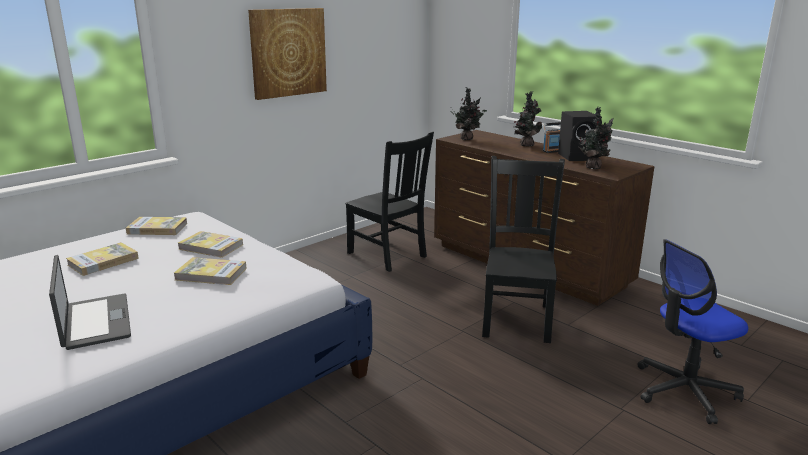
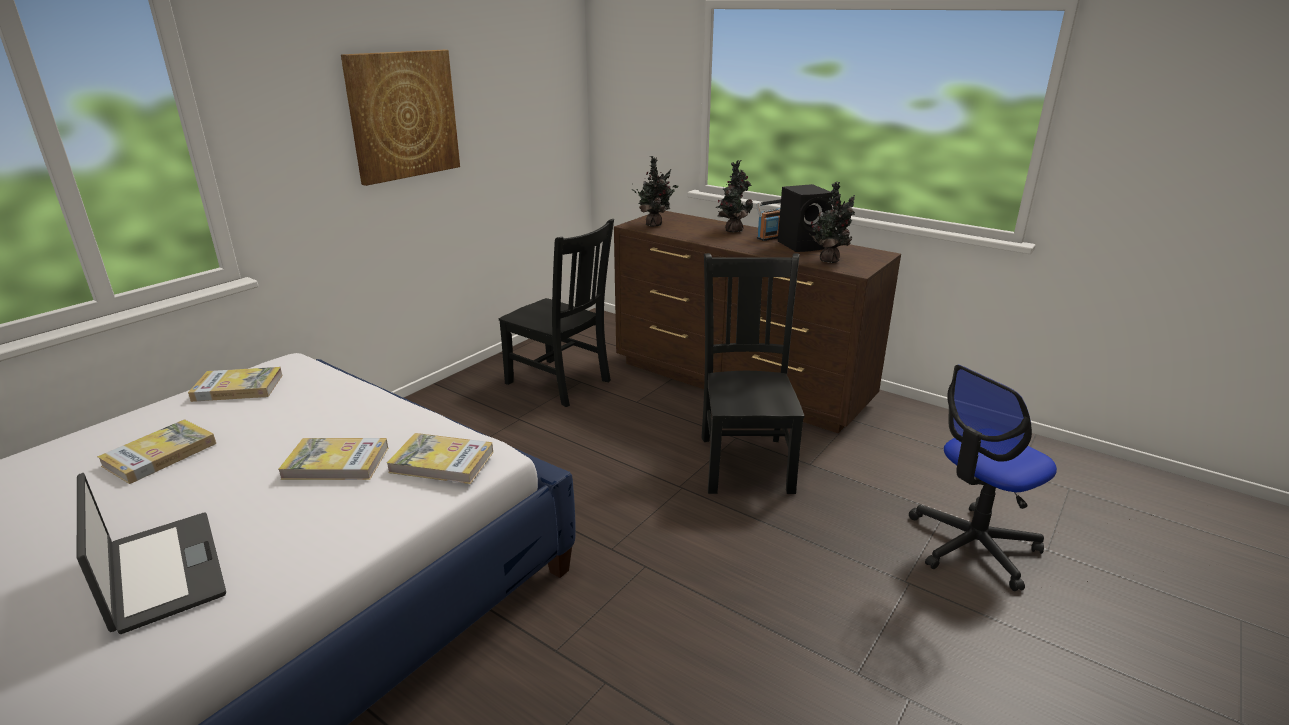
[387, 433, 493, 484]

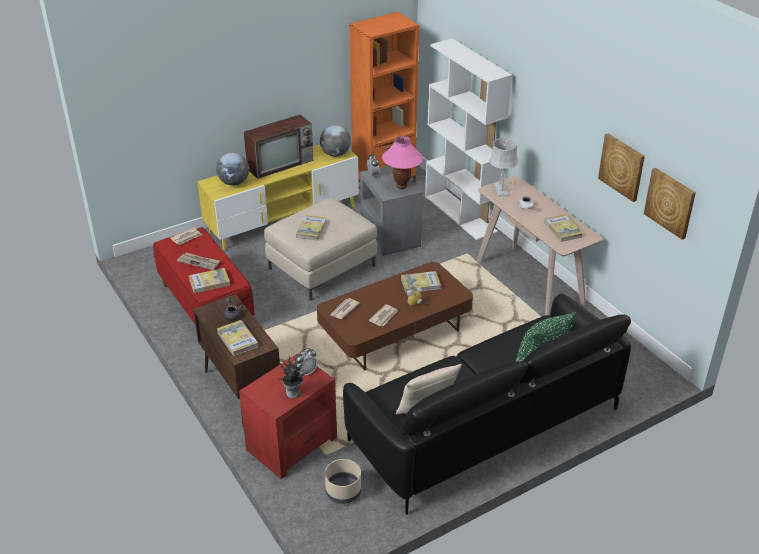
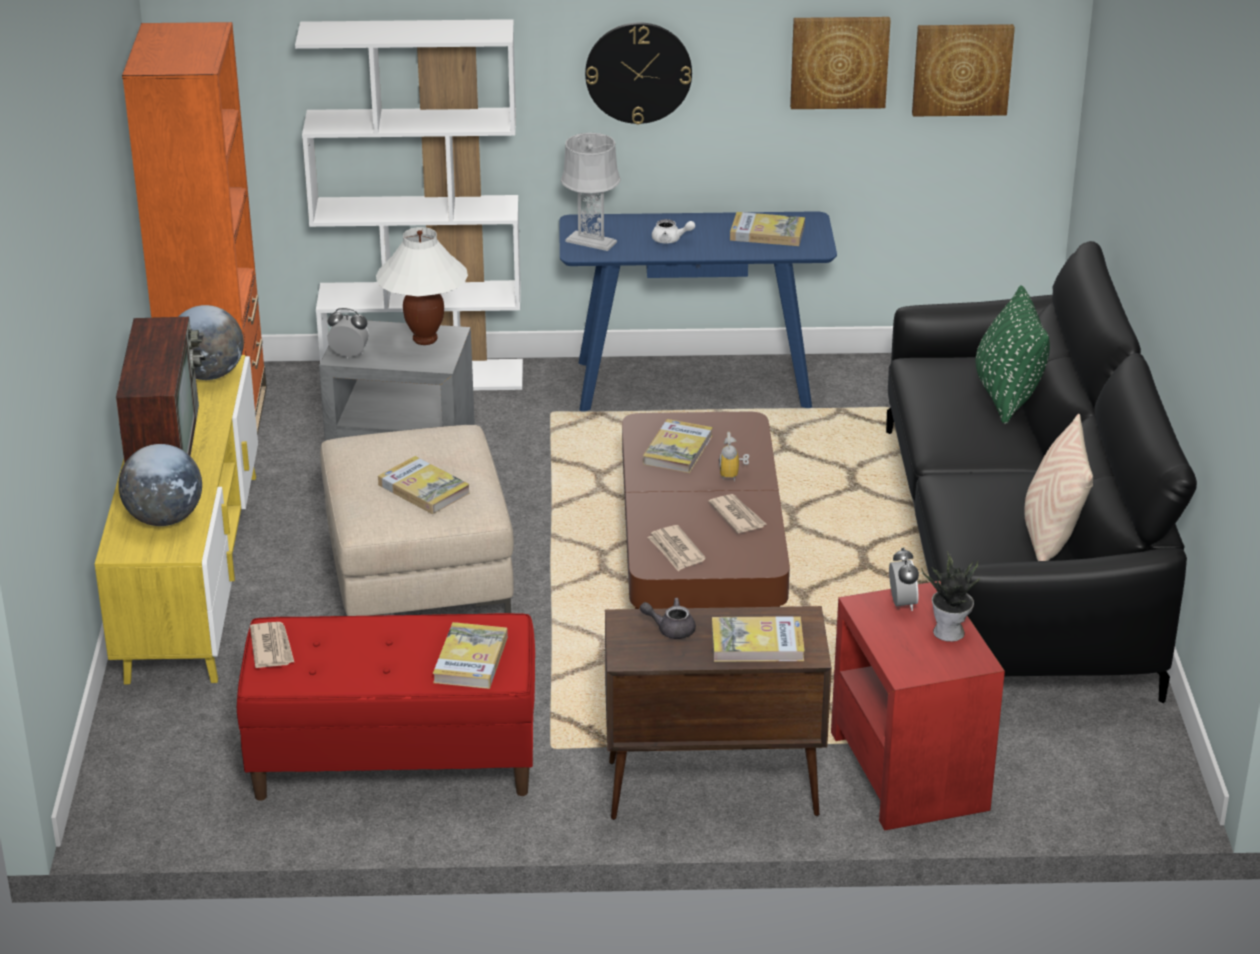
[177, 253, 220, 270] (first image)
[325, 459, 361, 504] (first image)
[376, 227, 468, 345]
[559, 211, 837, 411]
[585, 22, 692, 124]

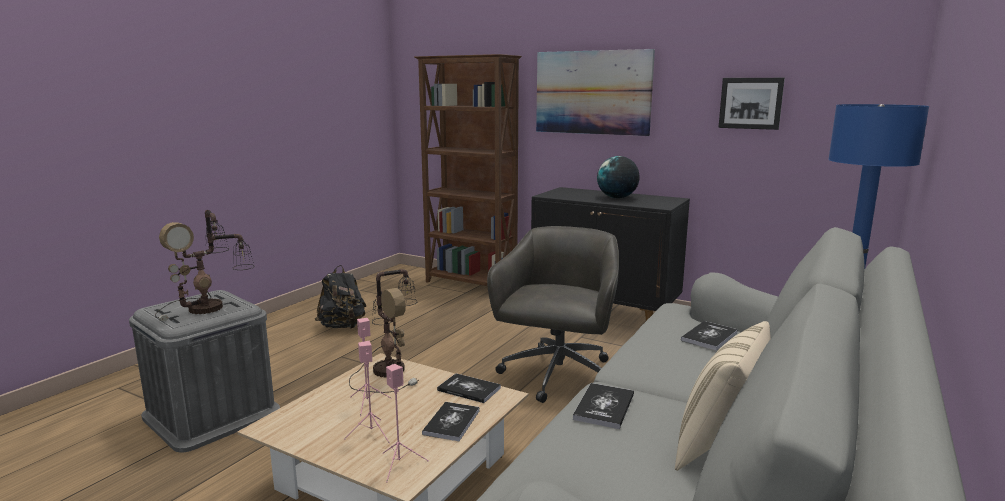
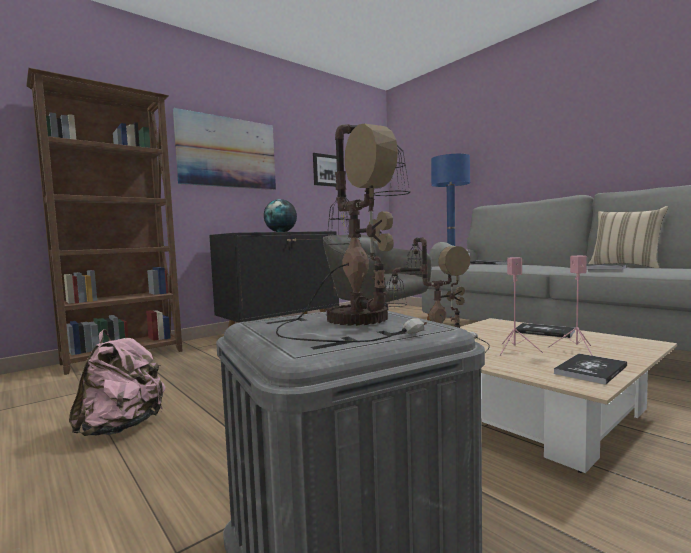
[69, 329, 165, 436]
[383, 364, 429, 483] (first image)
[554, 353, 627, 385]

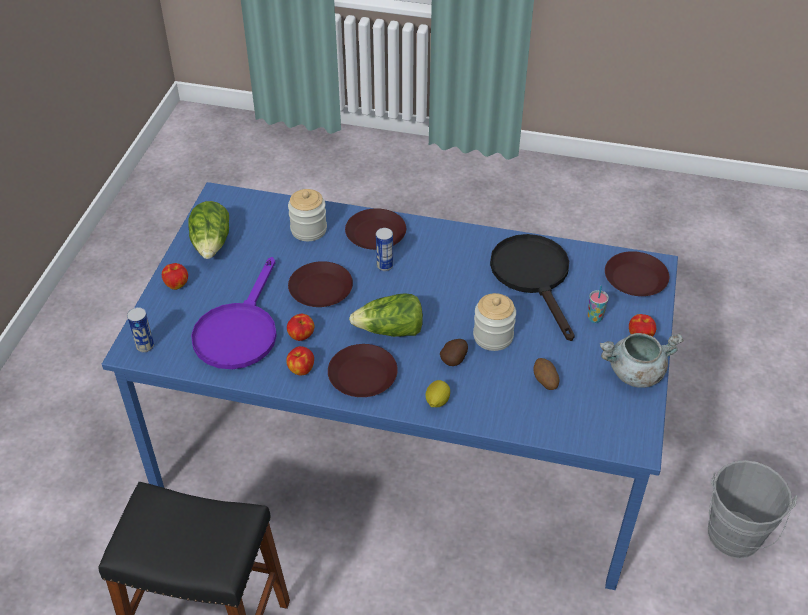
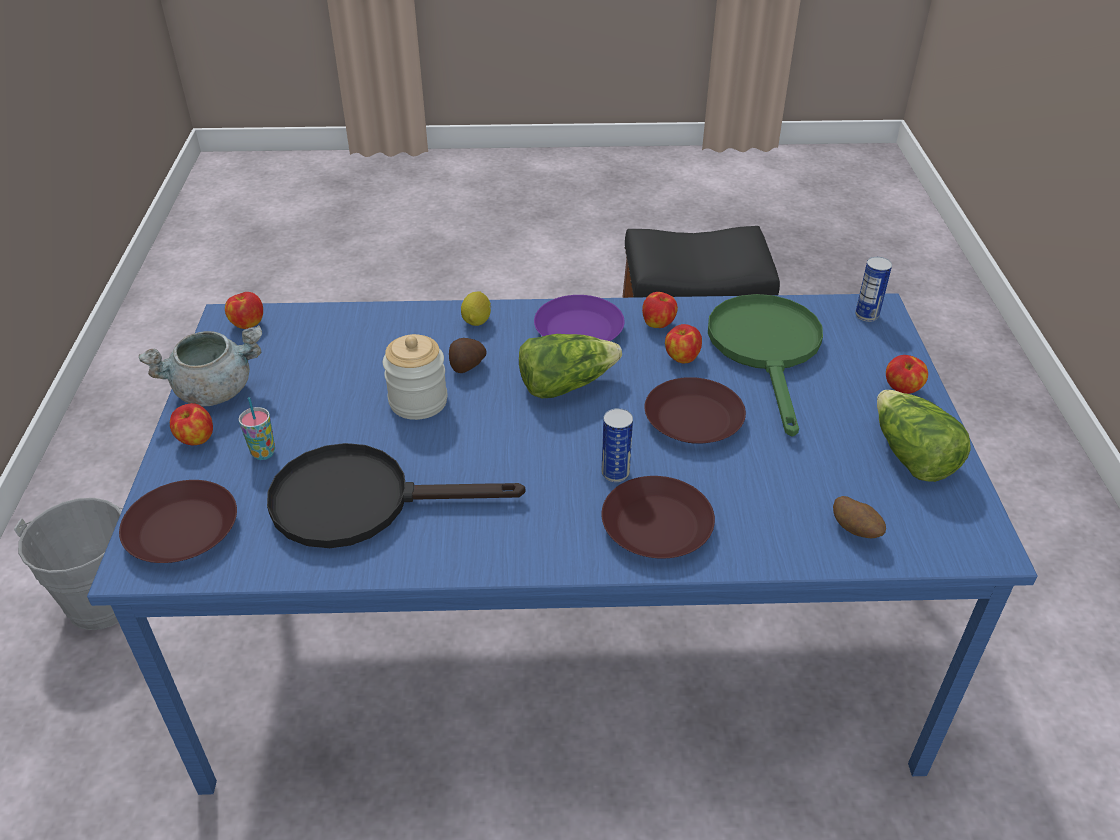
[708, 294, 823, 437]
[288, 189, 327, 241] (first image)
[534, 295, 625, 341]
[267, 443, 525, 548]
[833, 496, 886, 538]
[225, 292, 263, 329]

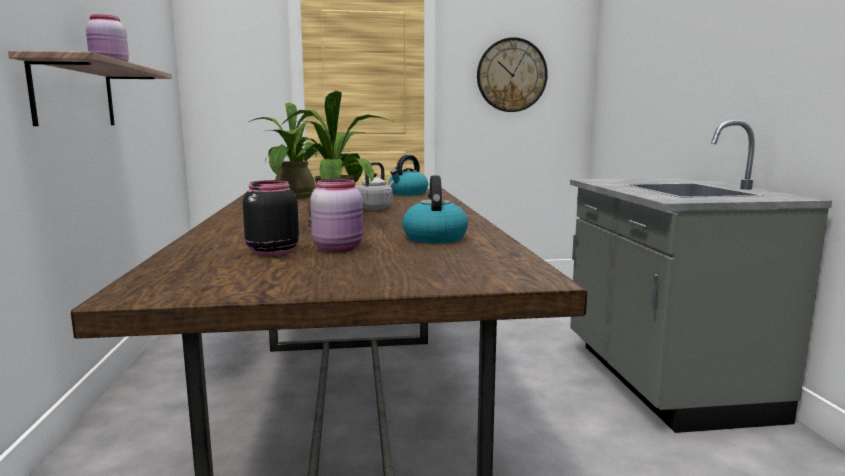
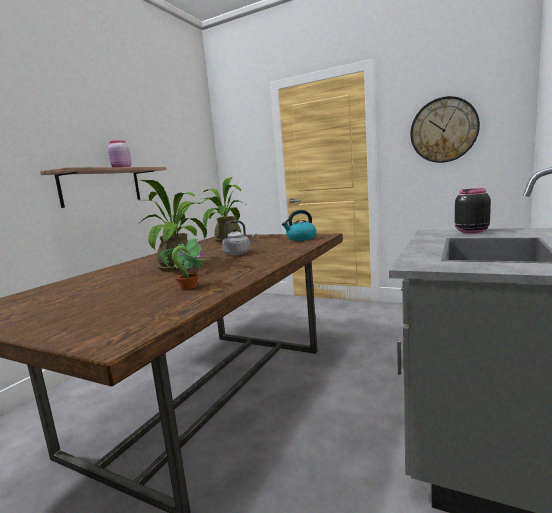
[455, 188, 491, 233]
[310, 179, 363, 252] (first image)
[160, 238, 207, 289]

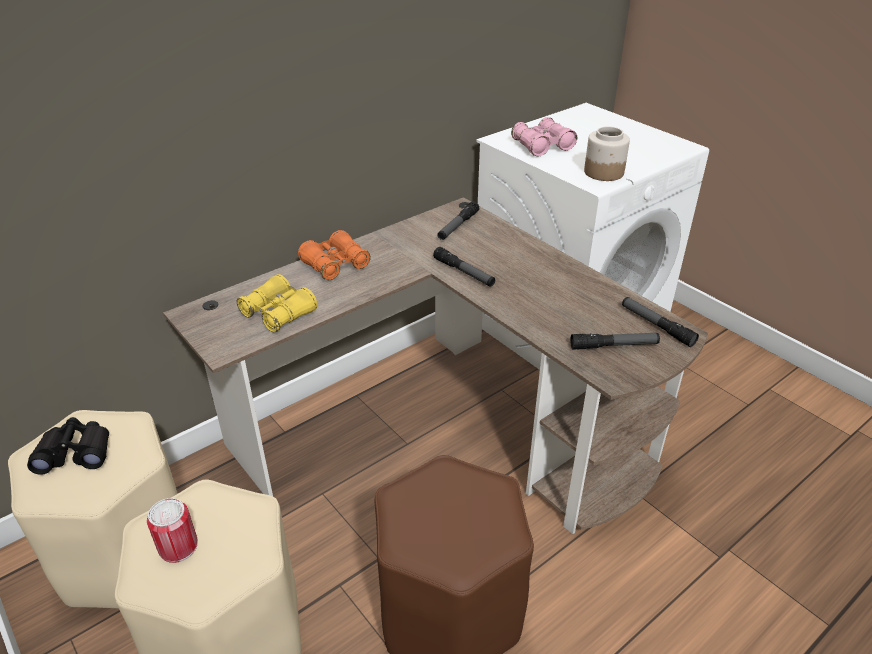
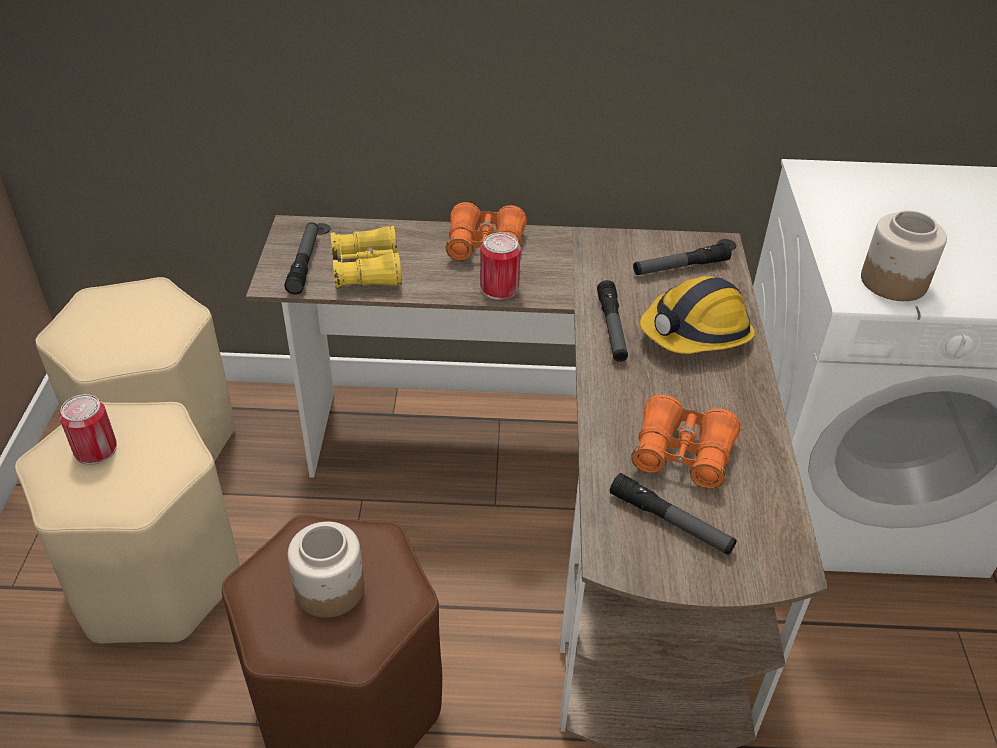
[27, 417, 109, 475] (first image)
[511, 117, 577, 156] (first image)
[284, 222, 319, 294]
[288, 522, 364, 618]
[480, 233, 521, 300]
[631, 395, 741, 489]
[640, 276, 755, 354]

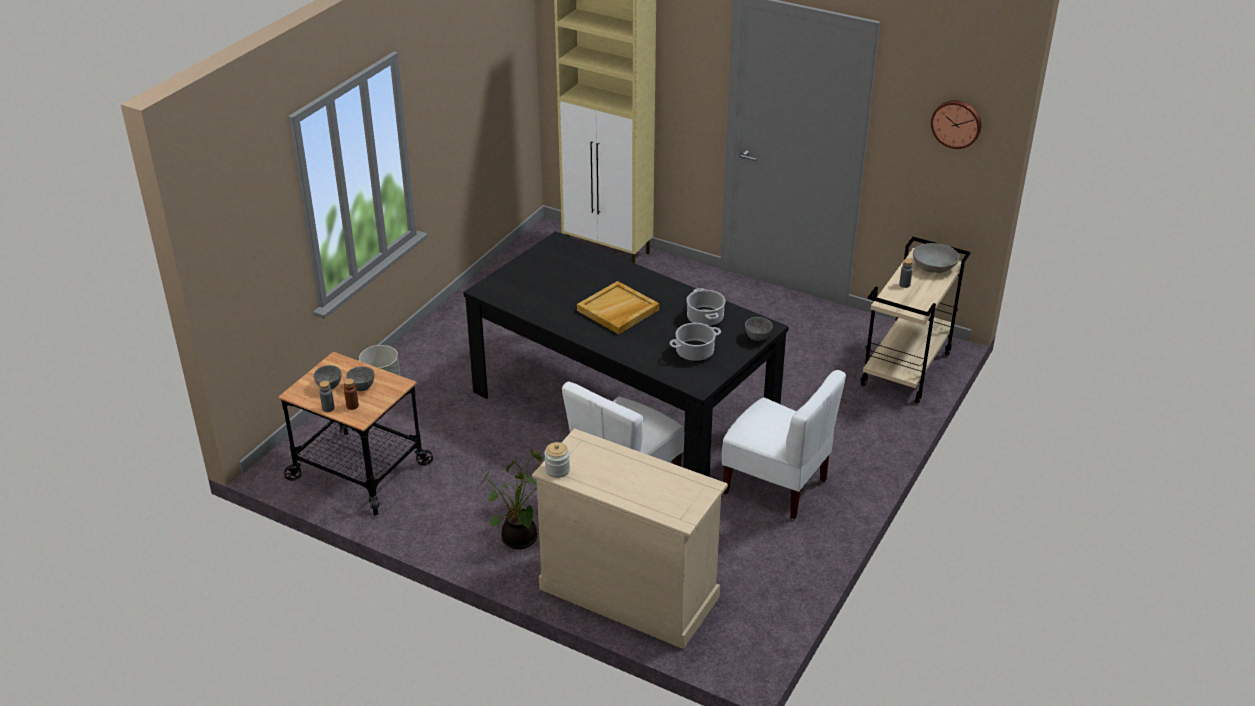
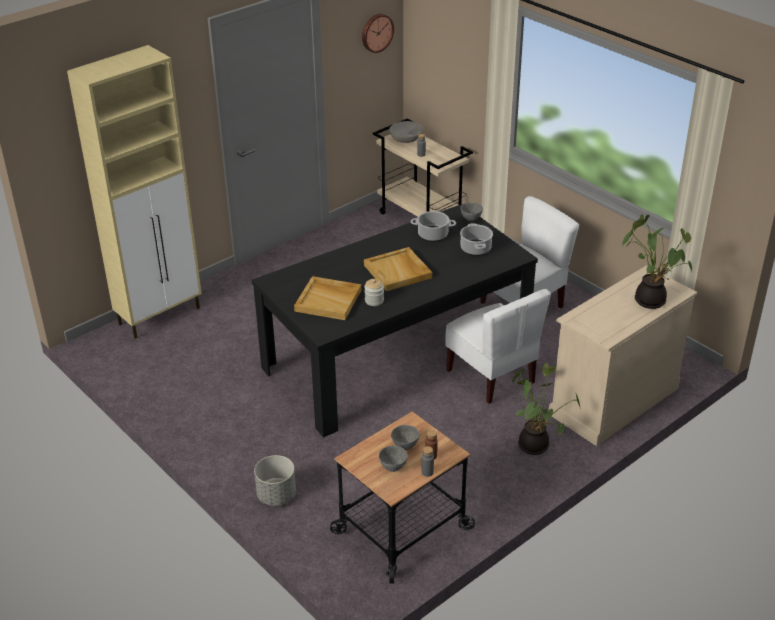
[364, 279, 384, 306]
[294, 276, 361, 320]
[622, 214, 692, 309]

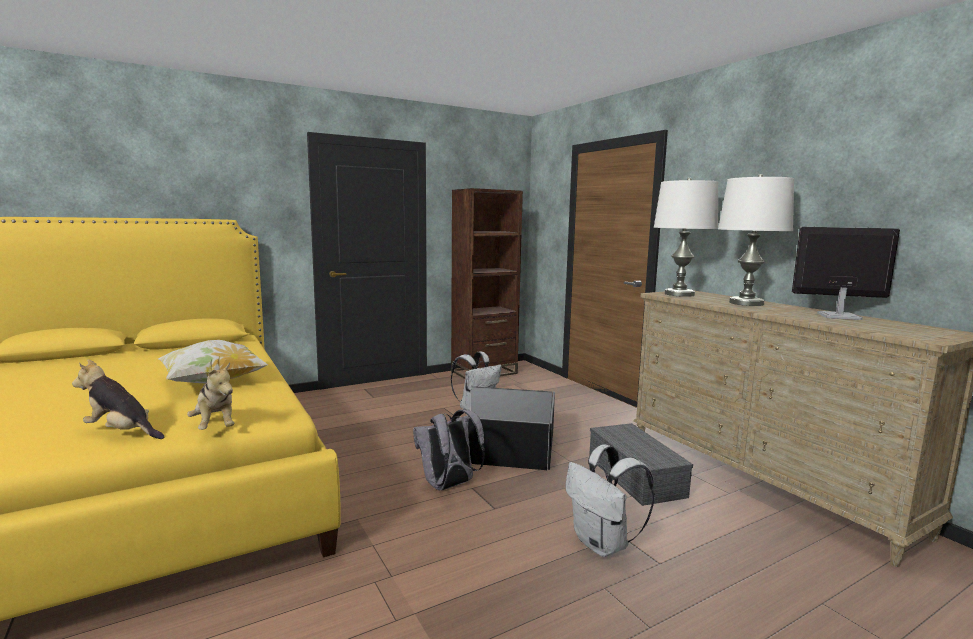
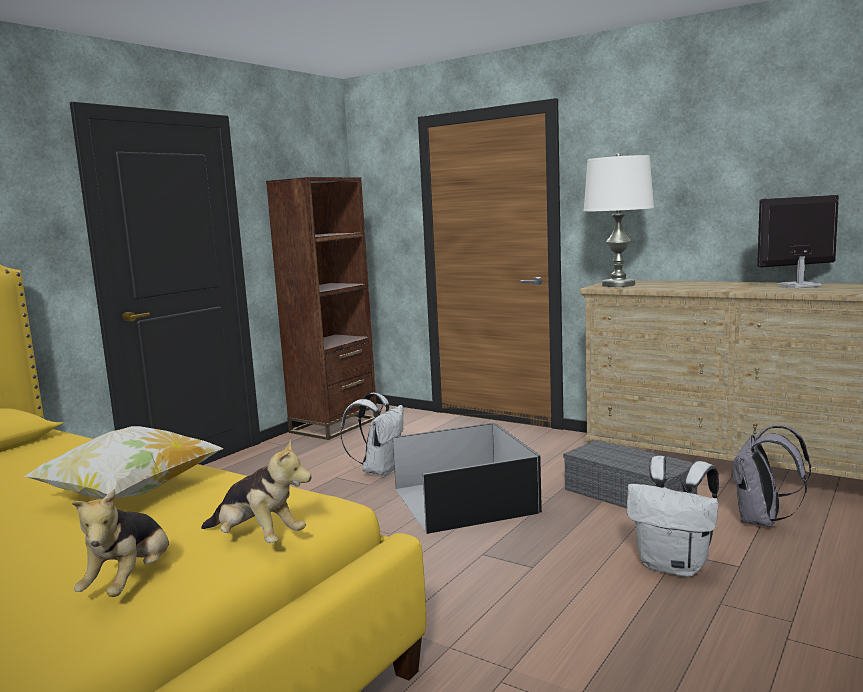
[72, 489, 169, 597]
[731, 425, 811, 527]
[718, 174, 794, 306] (first image)

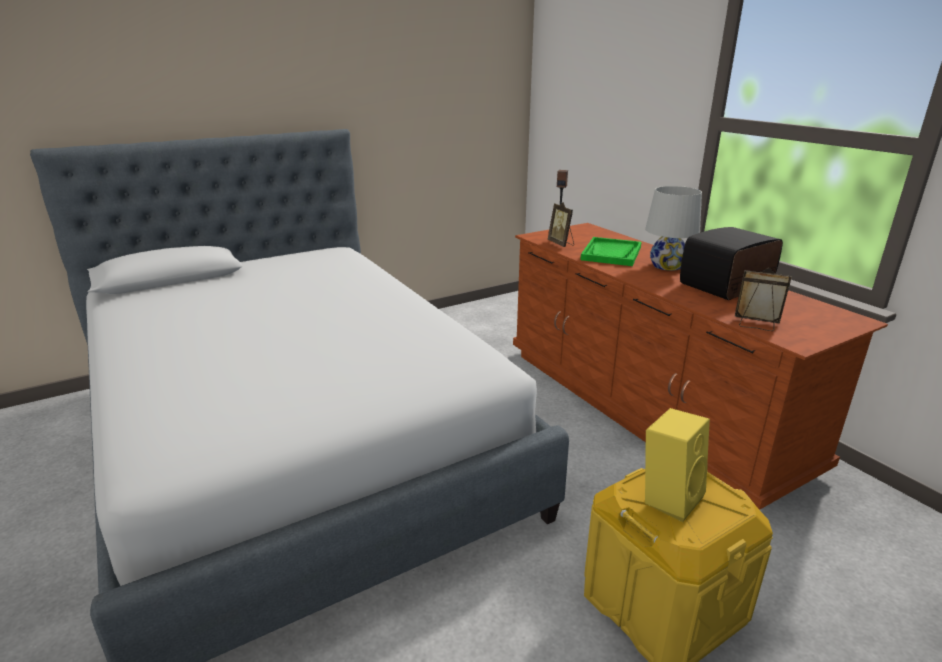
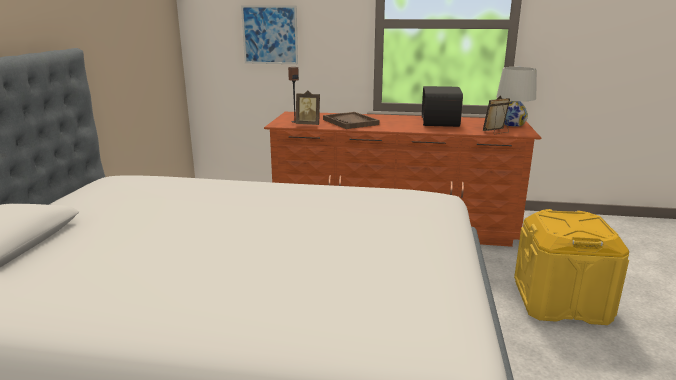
[323, 112, 379, 129]
[496, 67, 537, 126]
[645, 408, 710, 522] (first image)
[241, 5, 298, 64]

